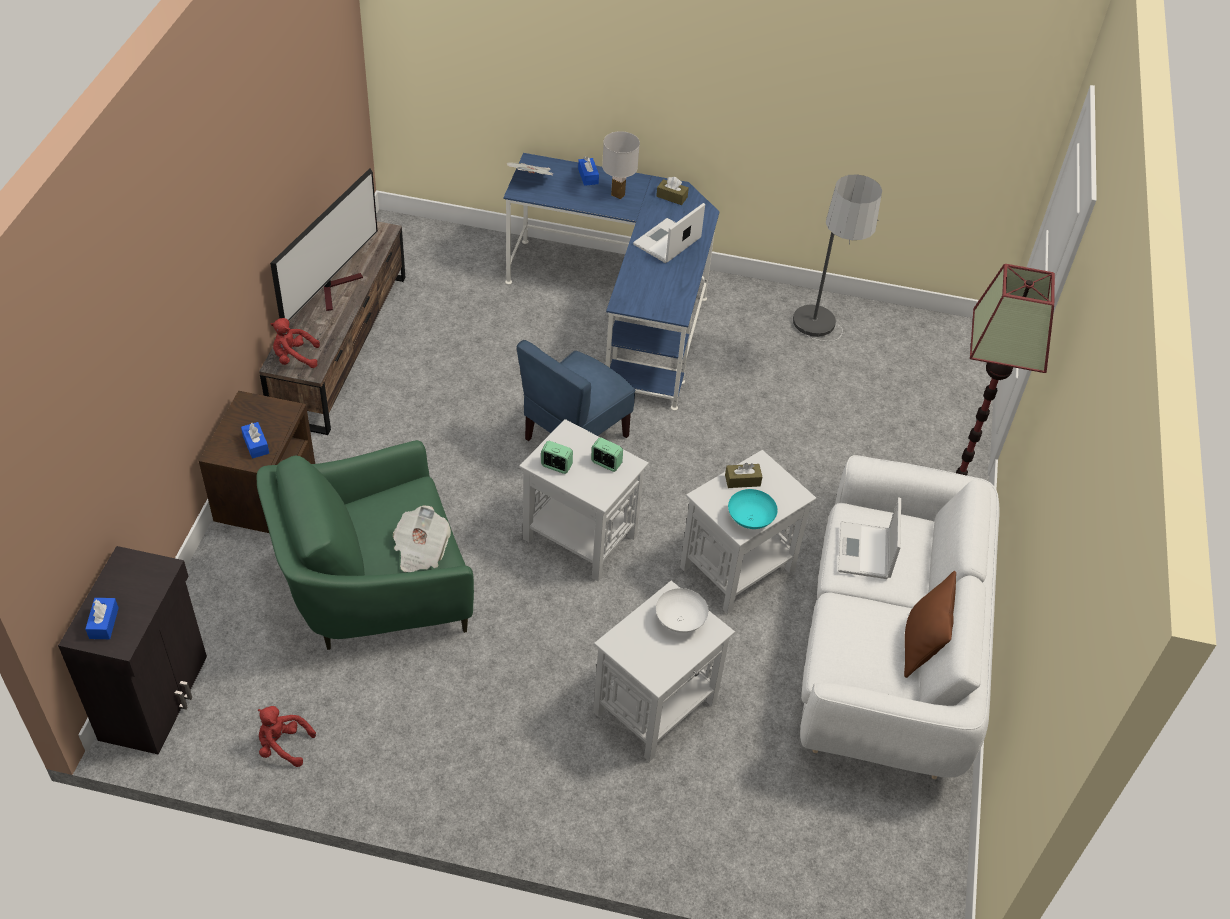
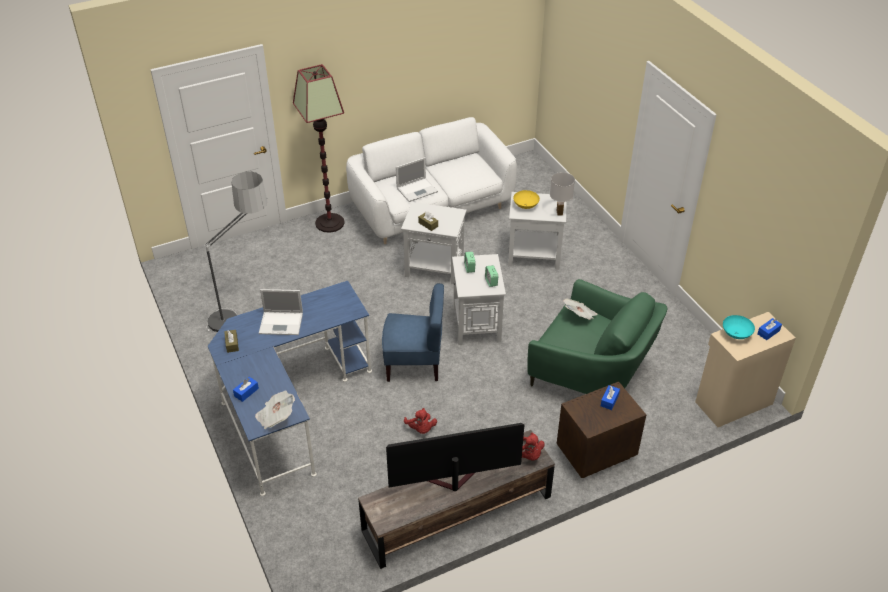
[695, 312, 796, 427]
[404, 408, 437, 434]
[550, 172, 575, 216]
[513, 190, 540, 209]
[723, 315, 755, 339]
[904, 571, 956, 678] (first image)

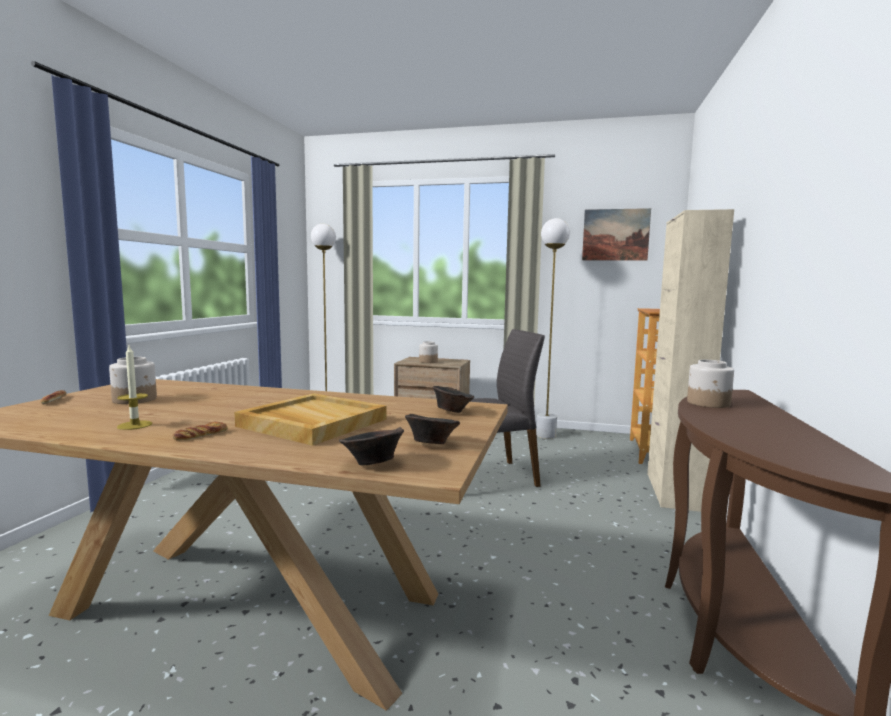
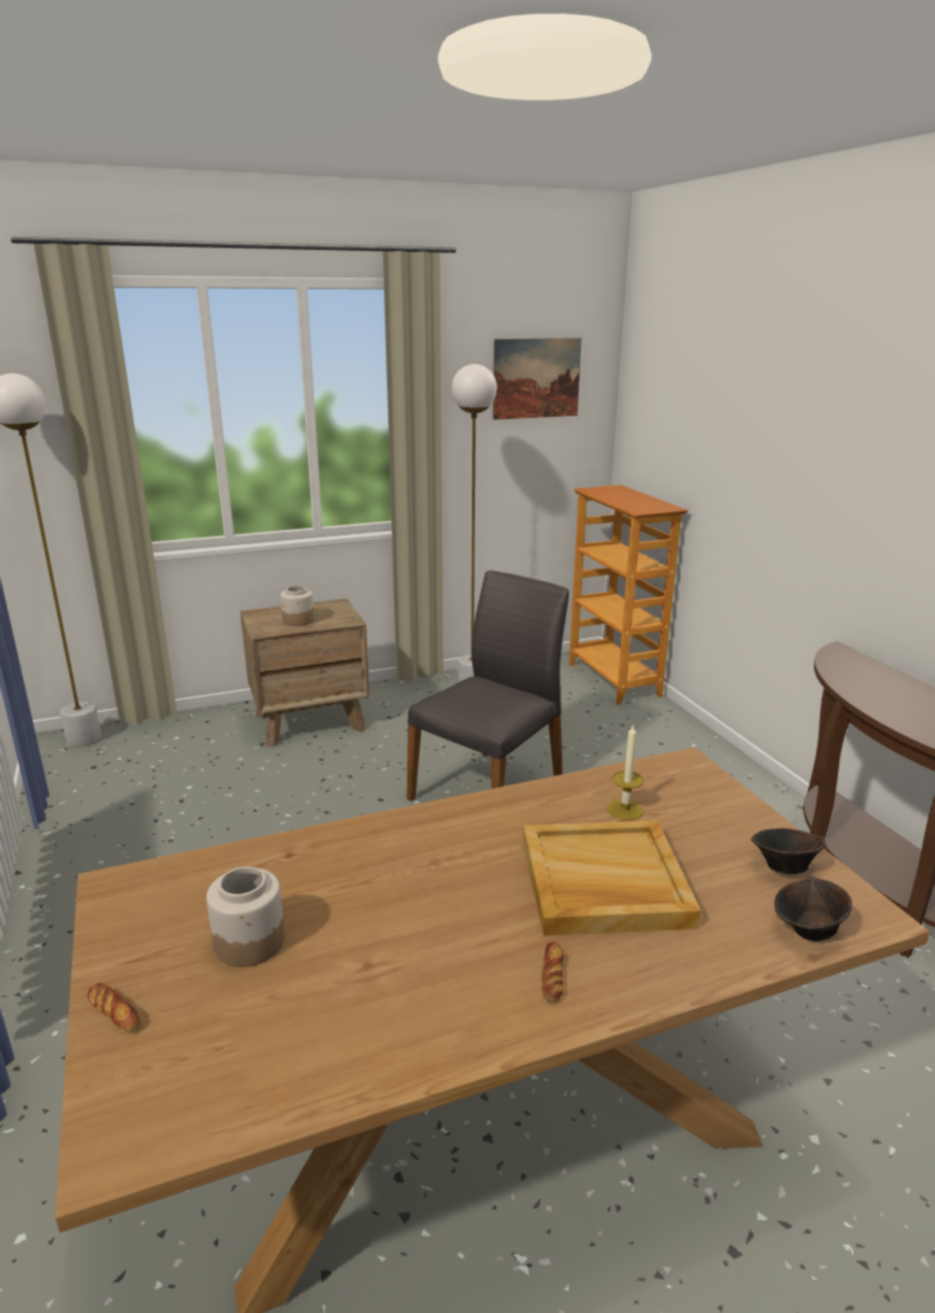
[607, 725, 644, 820]
[433, 386, 474, 413] (first image)
[647, 209, 734, 512] (first image)
[687, 360, 734, 408] (first image)

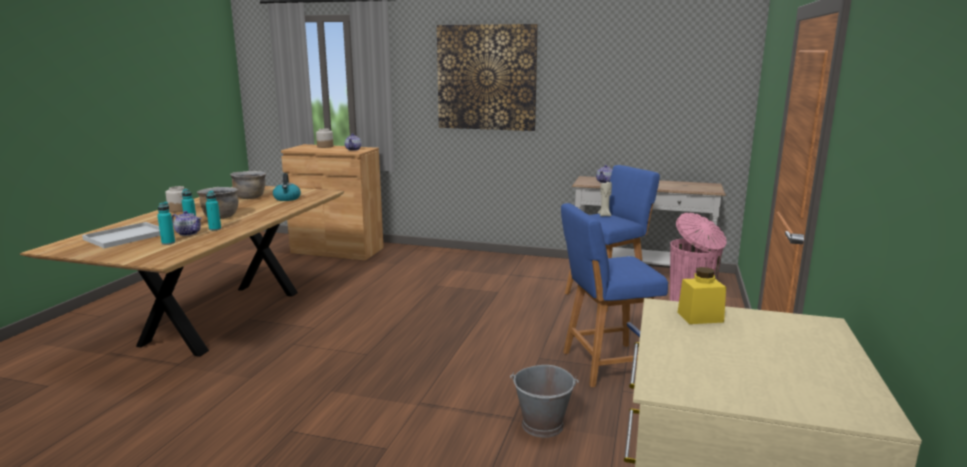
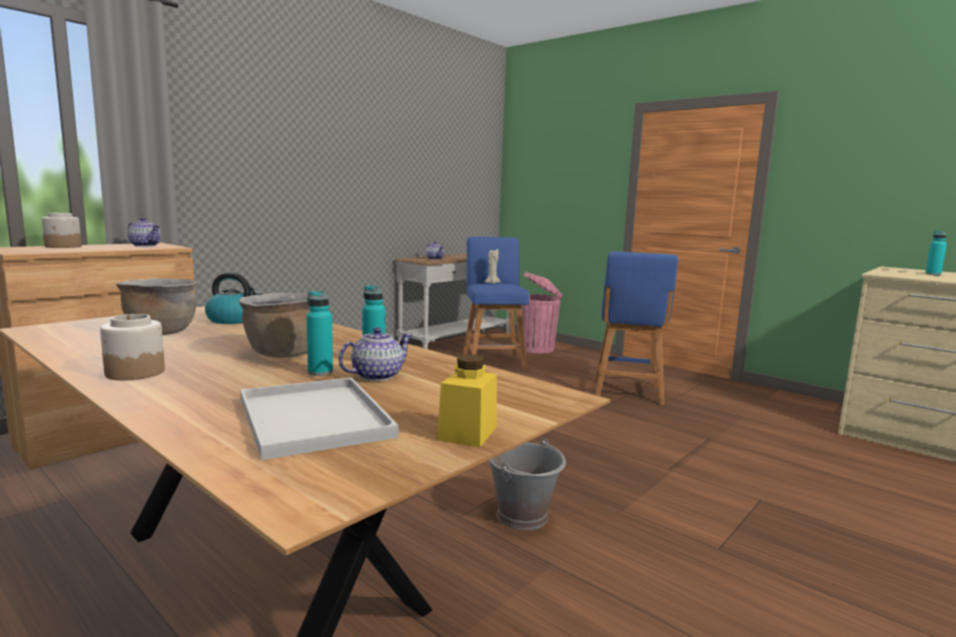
[925, 231, 947, 275]
[437, 24, 538, 131] (first image)
[489, 438, 566, 530]
[437, 354, 497, 447]

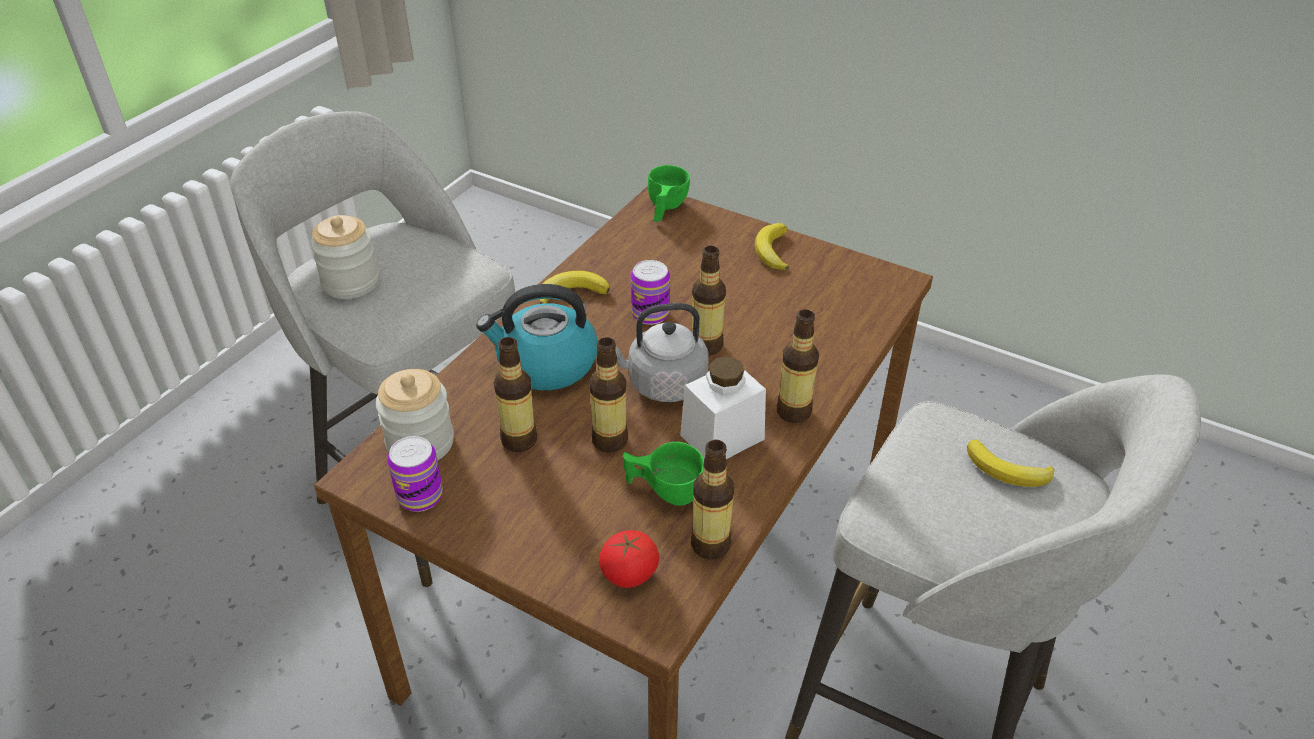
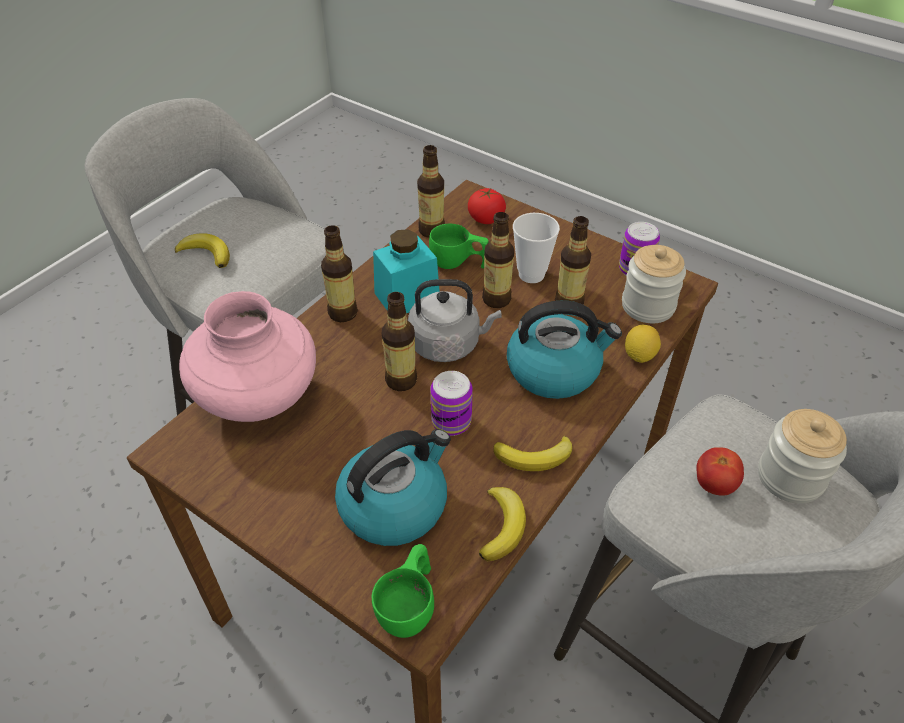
[373, 229, 440, 313]
[479, 487, 526, 561]
[179, 291, 316, 422]
[335, 429, 451, 546]
[513, 213, 560, 283]
[625, 324, 661, 363]
[696, 447, 744, 496]

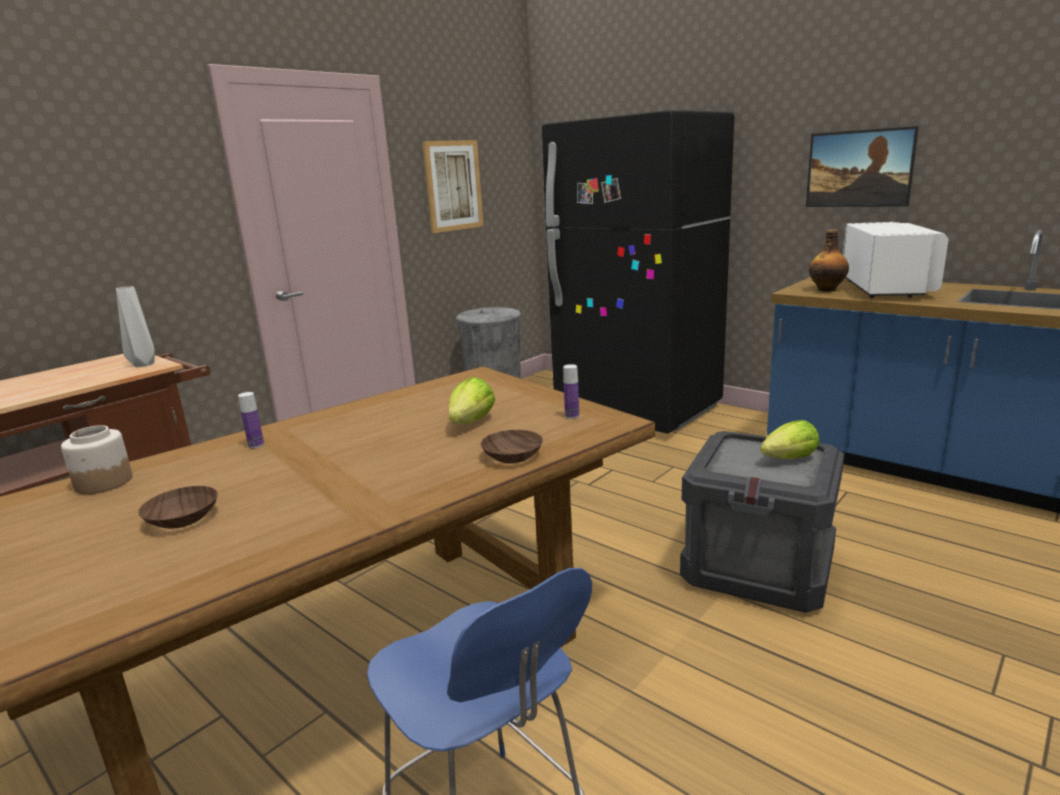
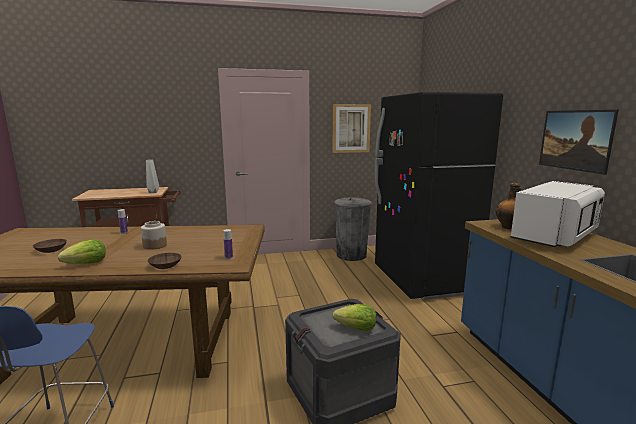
[141, 221, 167, 250]
[57, 239, 106, 264]

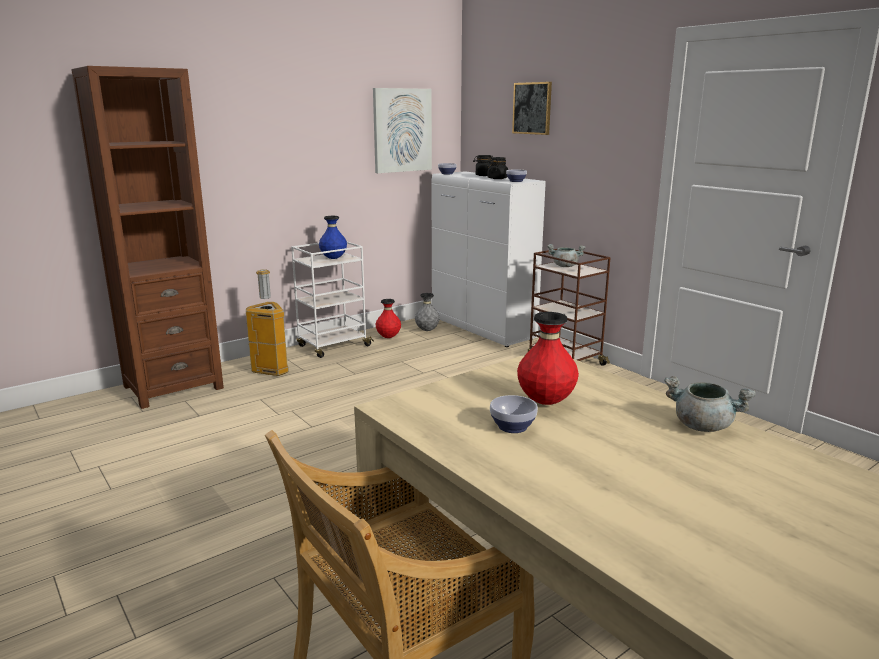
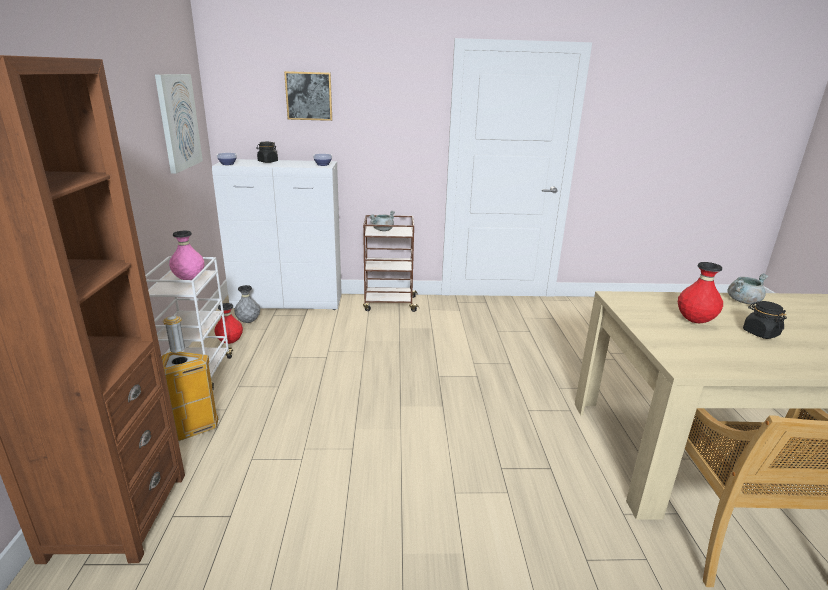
[169, 231, 204, 280]
[743, 301, 787, 339]
[490, 395, 538, 433] (first image)

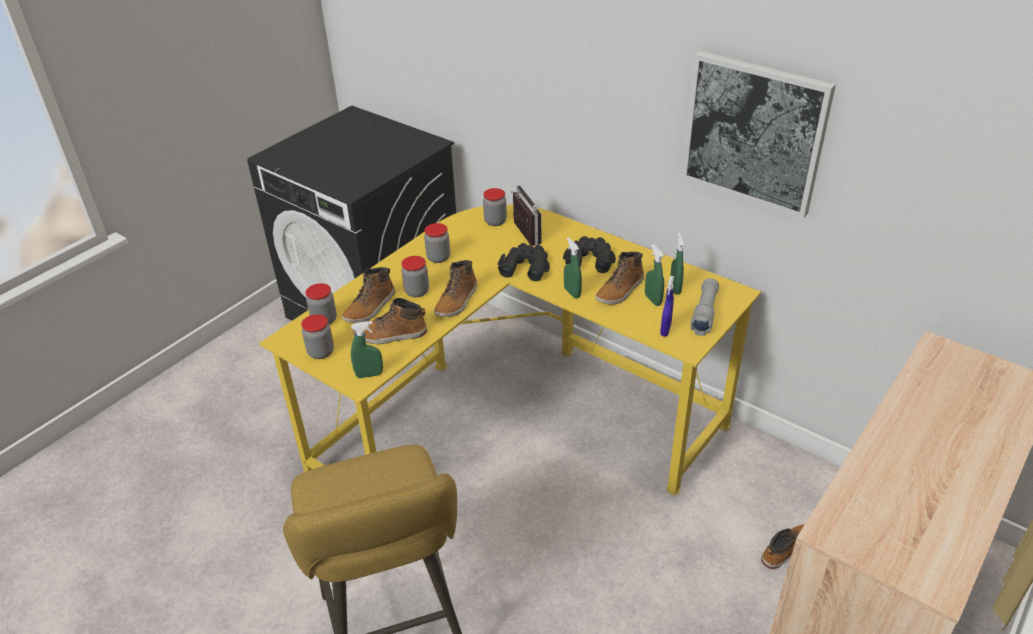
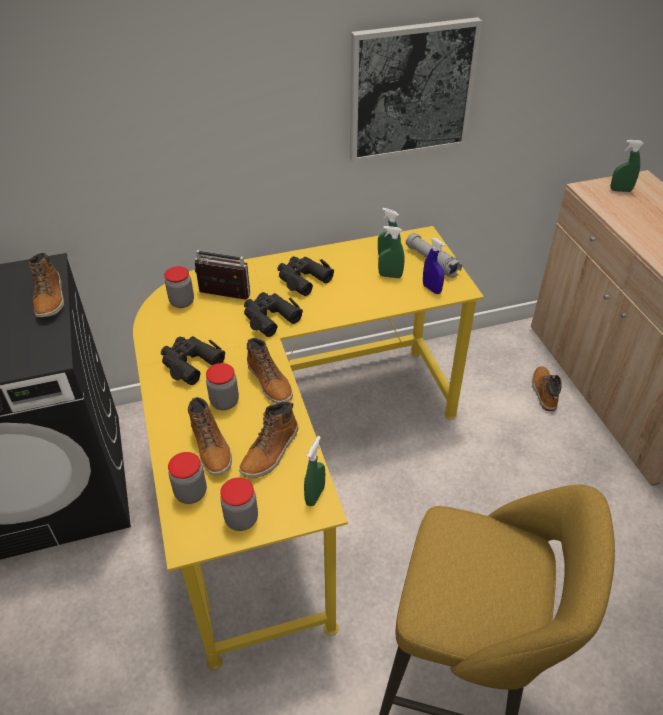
[161, 336, 225, 385]
[610, 140, 644, 192]
[27, 253, 64, 318]

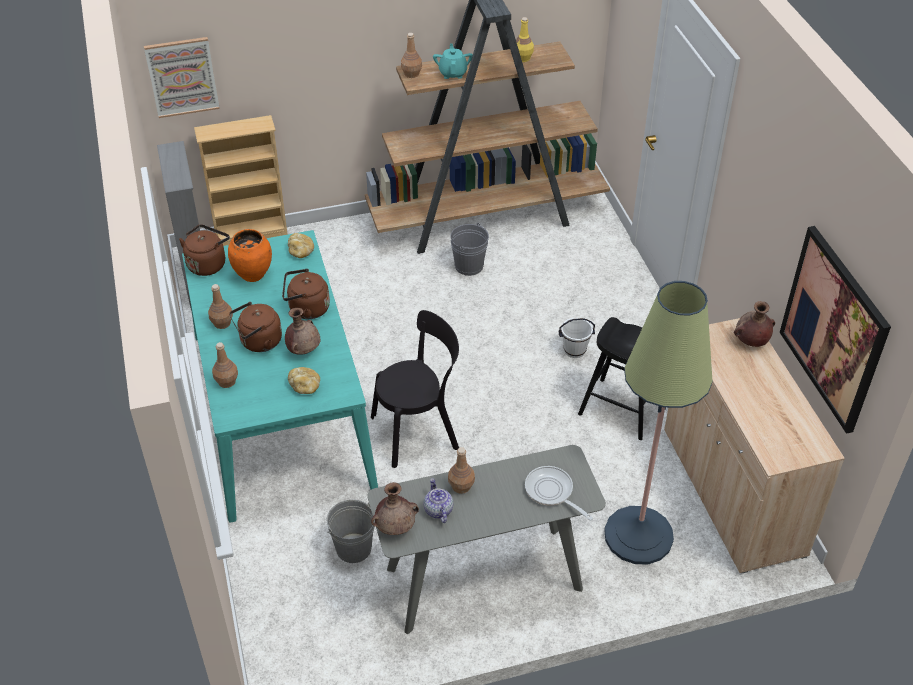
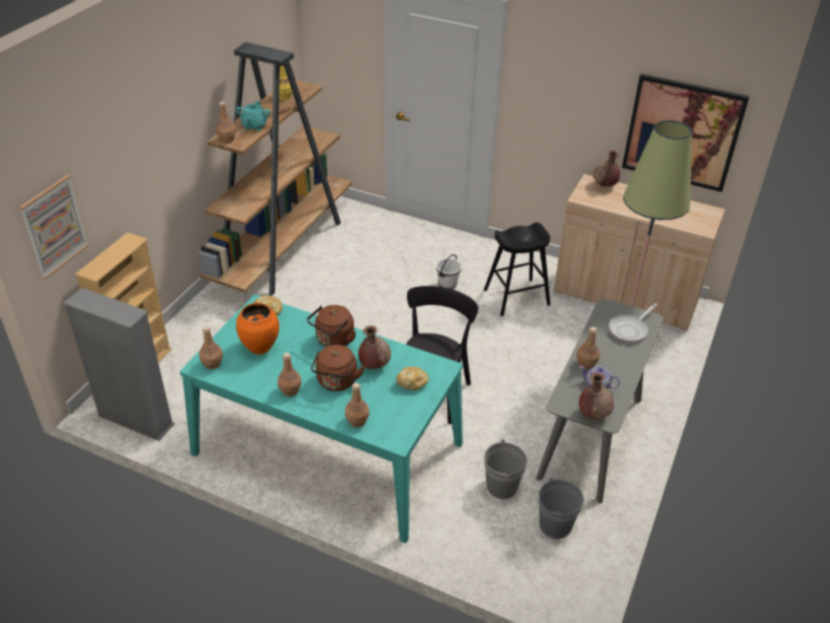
[199, 326, 223, 370]
[236, 101, 271, 131]
[539, 477, 584, 539]
[609, 303, 657, 342]

